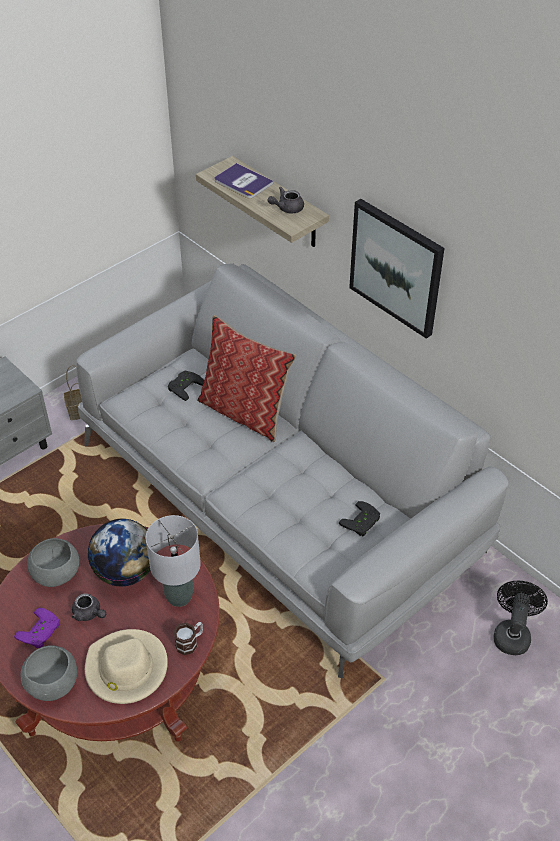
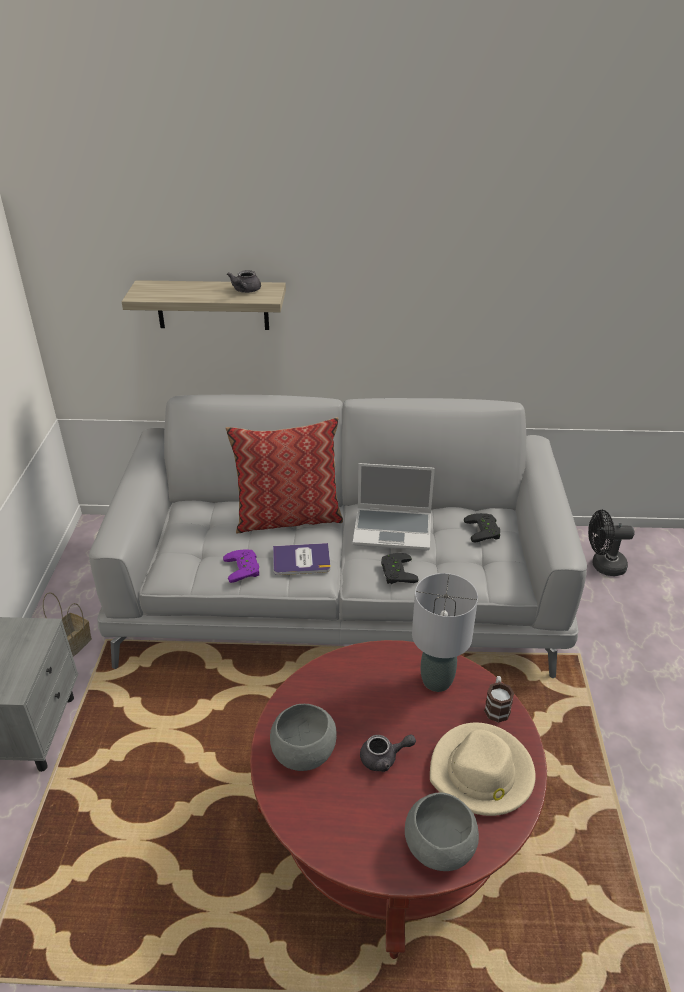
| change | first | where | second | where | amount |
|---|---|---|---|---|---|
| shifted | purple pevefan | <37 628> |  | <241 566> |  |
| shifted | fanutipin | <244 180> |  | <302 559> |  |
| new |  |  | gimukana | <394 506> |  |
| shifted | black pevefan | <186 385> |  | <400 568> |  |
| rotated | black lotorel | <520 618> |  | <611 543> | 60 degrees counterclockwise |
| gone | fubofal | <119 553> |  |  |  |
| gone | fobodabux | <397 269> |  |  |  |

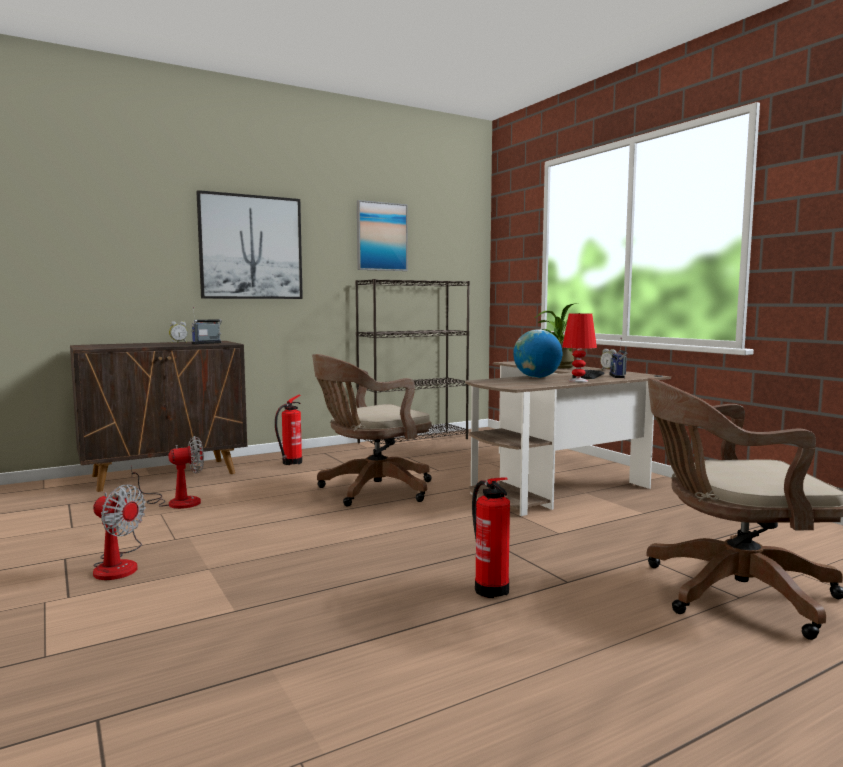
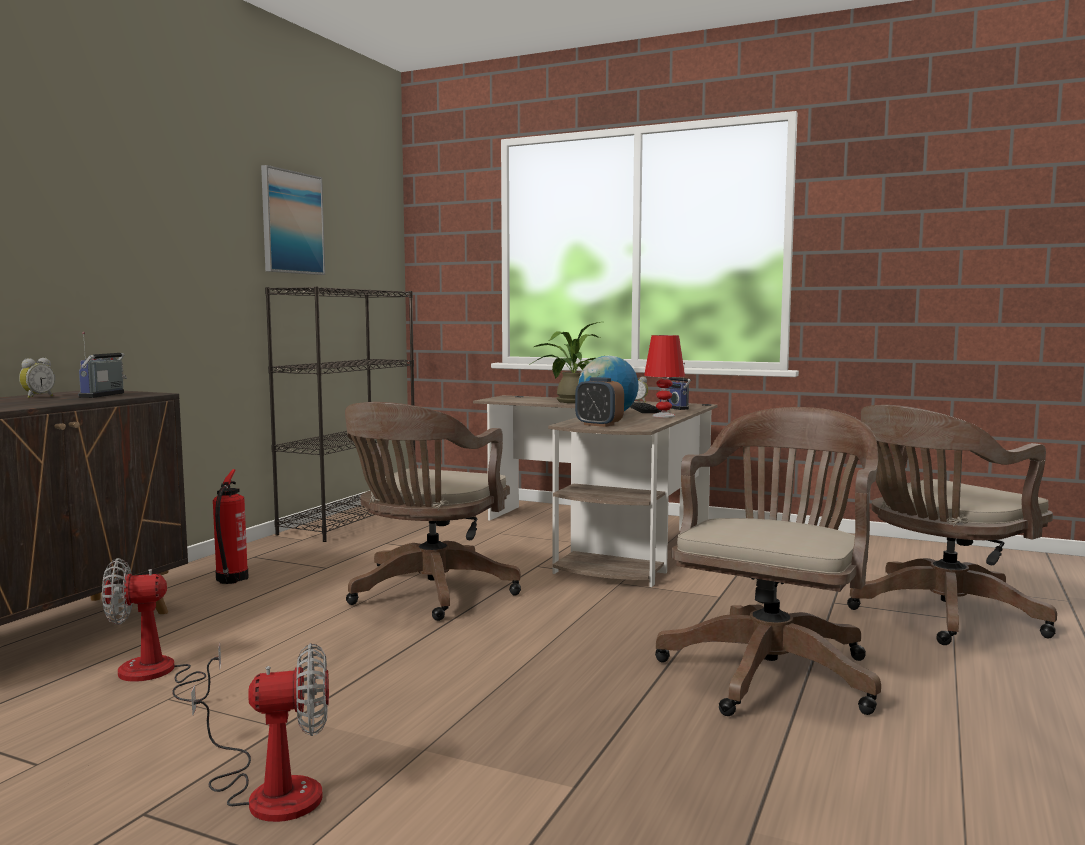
| change | first | where | second | where | amount |
|---|---|---|---|---|---|
| rotated | lotorel | <167 472> |  | <161 630> | 135 degrees counterclockwise |
| new |  |  | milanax | <599 402> |  |
| swapped | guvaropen | <491 537> | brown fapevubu | <768 561> |  |
| gone | fobodabux | <249 244> |  |  |  |

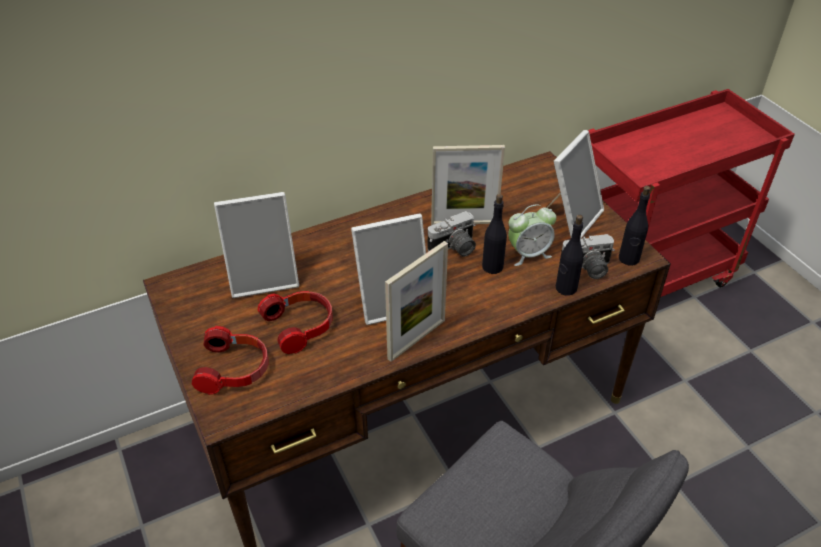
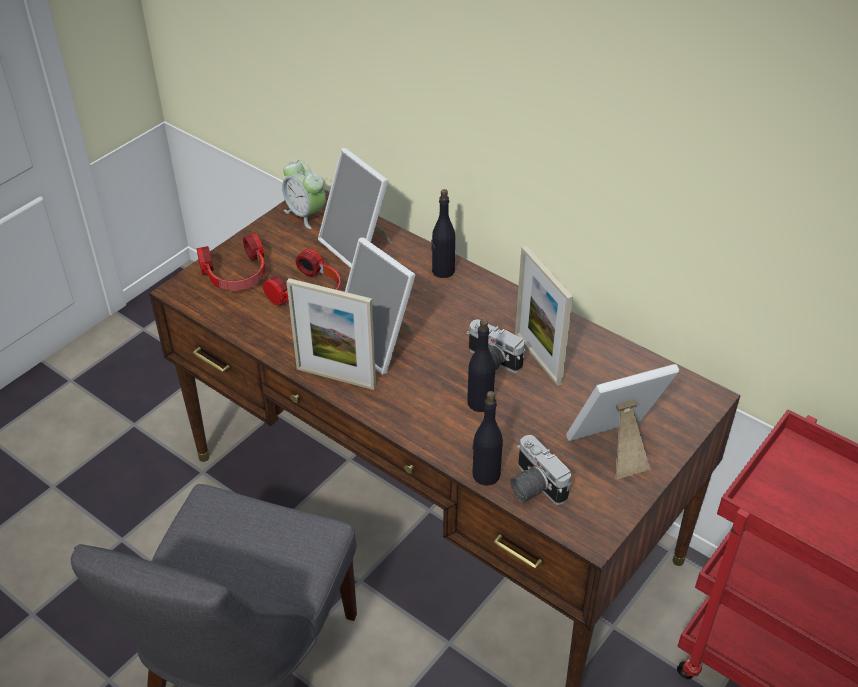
| change | first | where | second | where | amount |
|---|---|---|---|---|---|
| shifted | milanax | <532 235> |  | <304 194> |  |
| shifted | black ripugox | <635 226> |  | <443 233> |  |
| rotated | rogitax | <575 184> |  | <622 422> | 150 degrees clockwise |

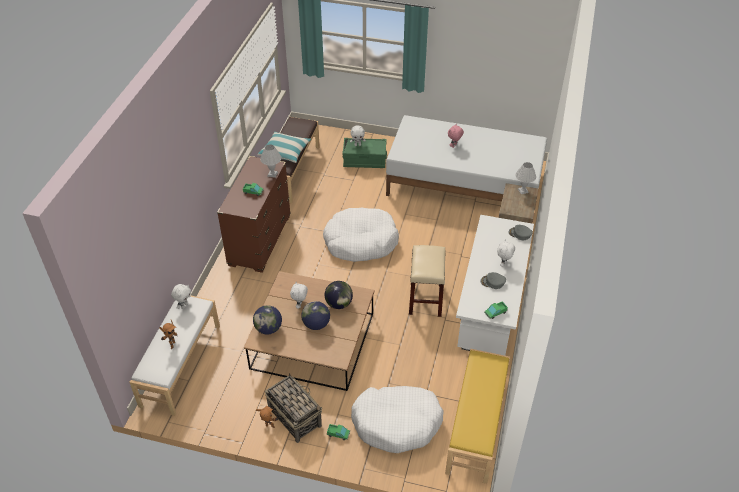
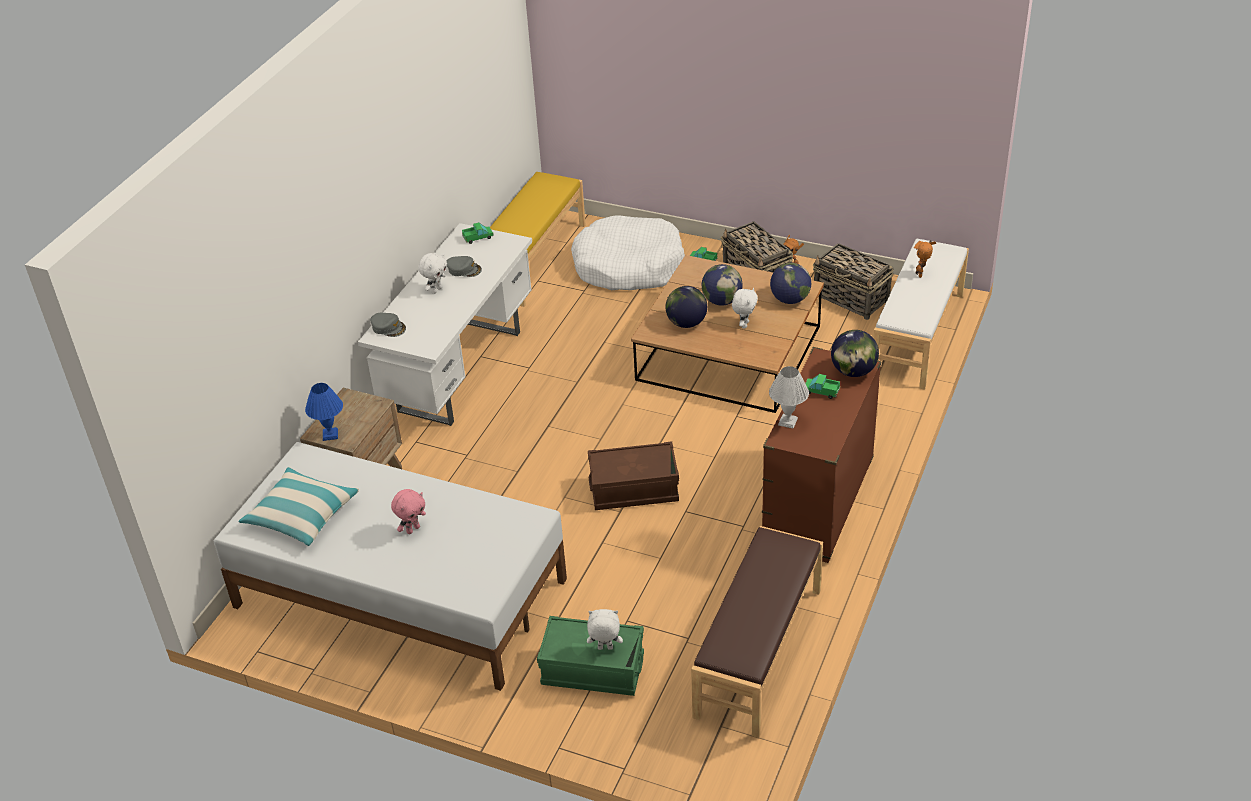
| change | first | where | second | where | amount |
|---|---|---|---|---|---|
| shifted | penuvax | <284 147> |  | <299 506> |  |
| repainted | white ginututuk | <525 178> | blue ginututuk | <324 412> |  |
| swapped | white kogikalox | <361 235> | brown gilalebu | <633 475> |  |
| new |  |  | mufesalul | <853 281> |  |
| new |  |  | fubofal | <855 353> |  |
| gone | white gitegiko | <181 296> |  |  |  |
| gone | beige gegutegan | <427 281> |  |  |  |

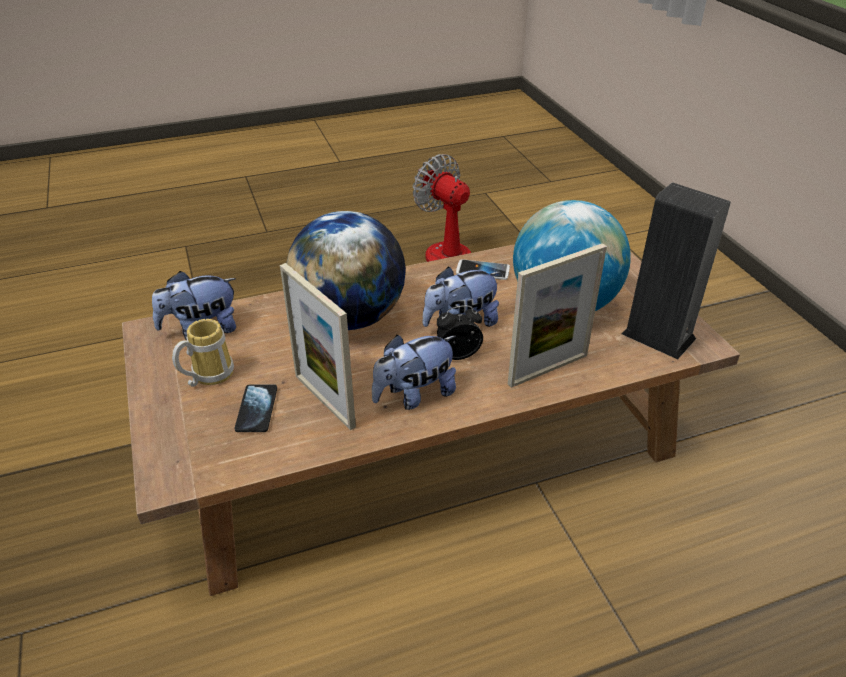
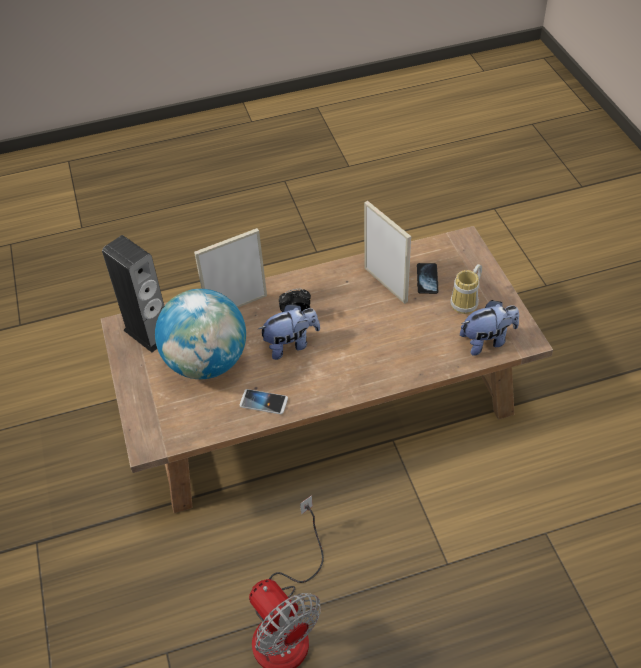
| change | first | where | second | where | amount |
|---|---|---|---|---|---|
| gone | fubofal | <346 270> |  |  |  |
| gone | gitegiko | <414 372> |  |  |  |

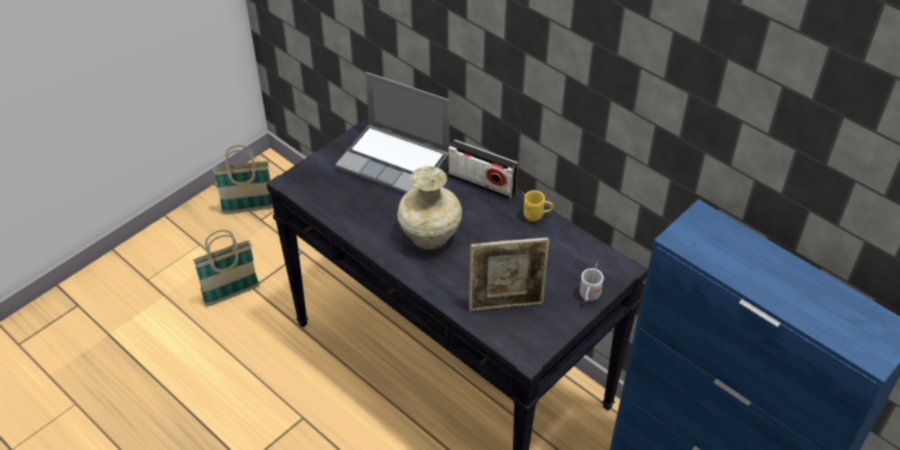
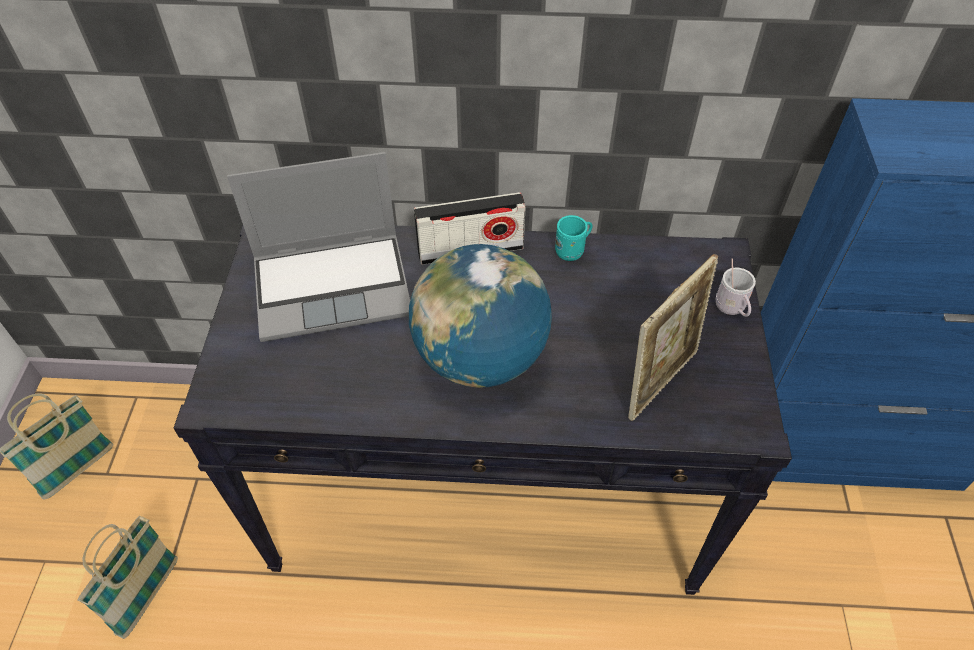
| change | first | where | second | where | amount |
|---|---|---|---|---|---|
| swapped | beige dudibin | <429 208> | fubofal | <480 316> |  |
| repainted | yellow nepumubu | <537 206> | turquoise nepumubu | <574 238> |  |

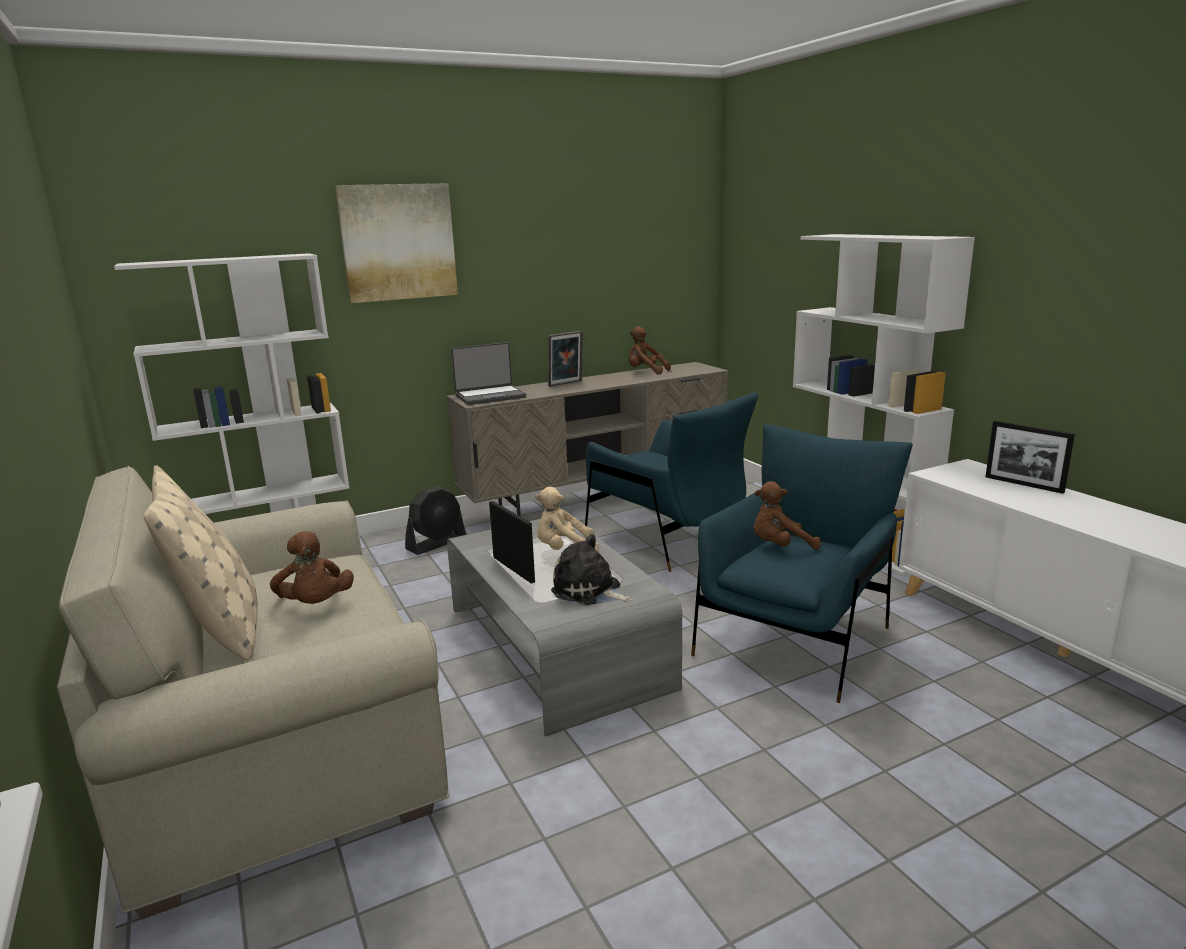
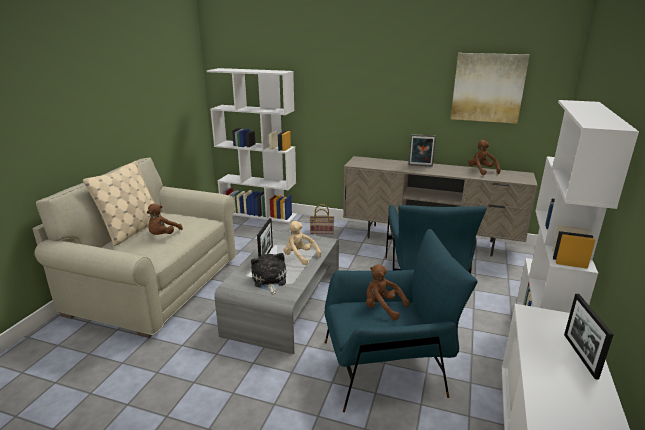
| change | first | where | second | where | amount |
|---|---|---|---|---|---|
| swapped | black lotorel | <435 520> | mufesalul | <322 219> |  |
| shifted | fobodabux | <396 243> |  | <490 88> |  |
| gone | gimukana | <488 373> |  |  |  |

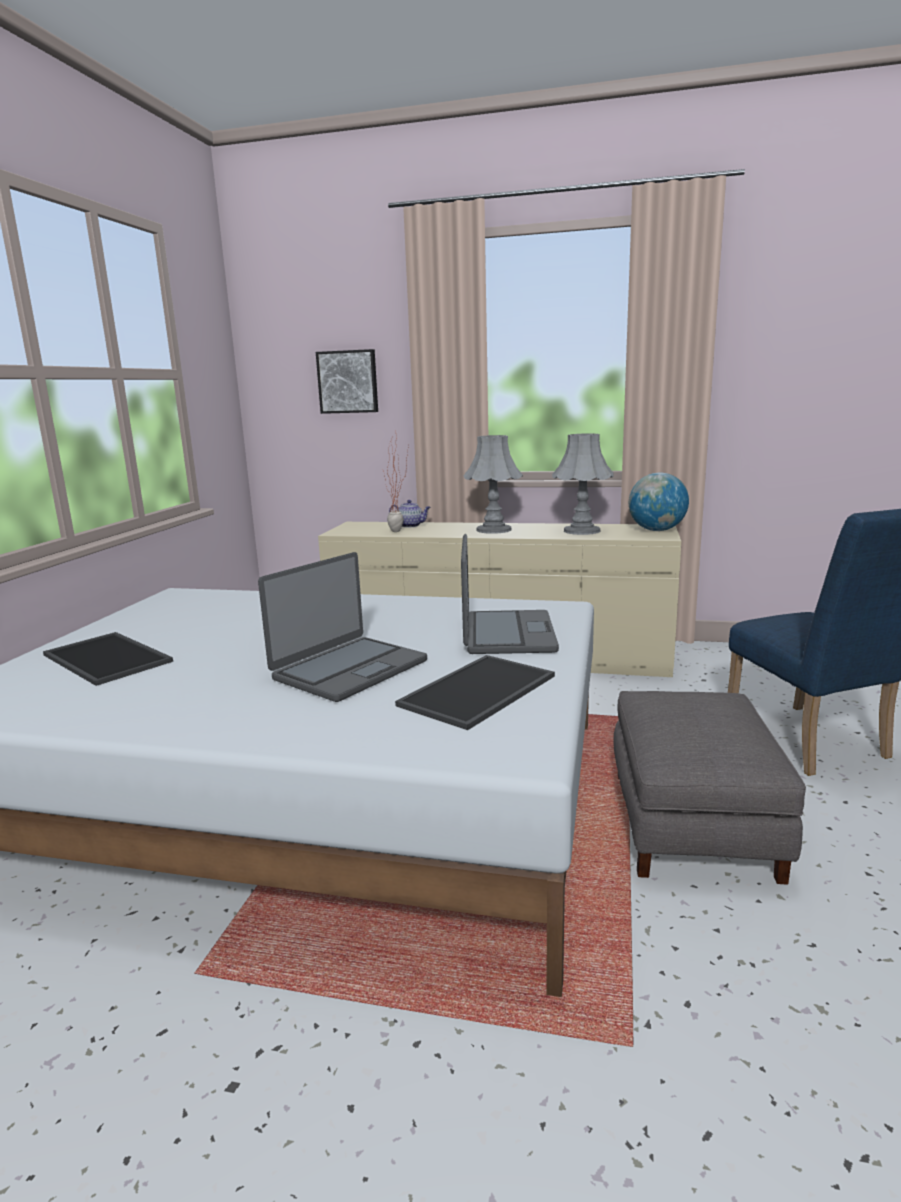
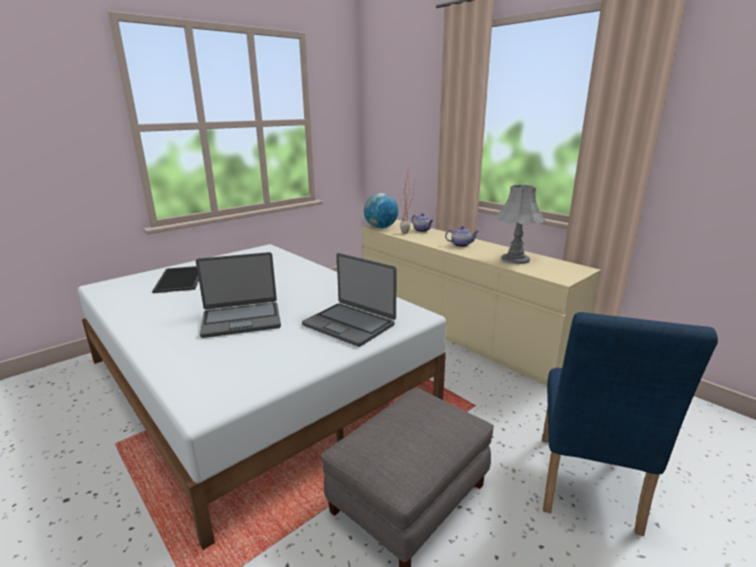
| change | first | where | second | where | amount |
|---|---|---|---|---|---|
| rotated | gimukana | <510 594> |  | <349 300> | 90 degrees clockwise |
| shifted | fubofal | <659 502> |  | <381 210> |  |
| swapped | grey ginututuk | <493 484> | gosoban | <462 236> |  |
| gone | fobodabux | <347 381> |  |  |  |
| gone | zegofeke | <475 692> |  |  |  |

